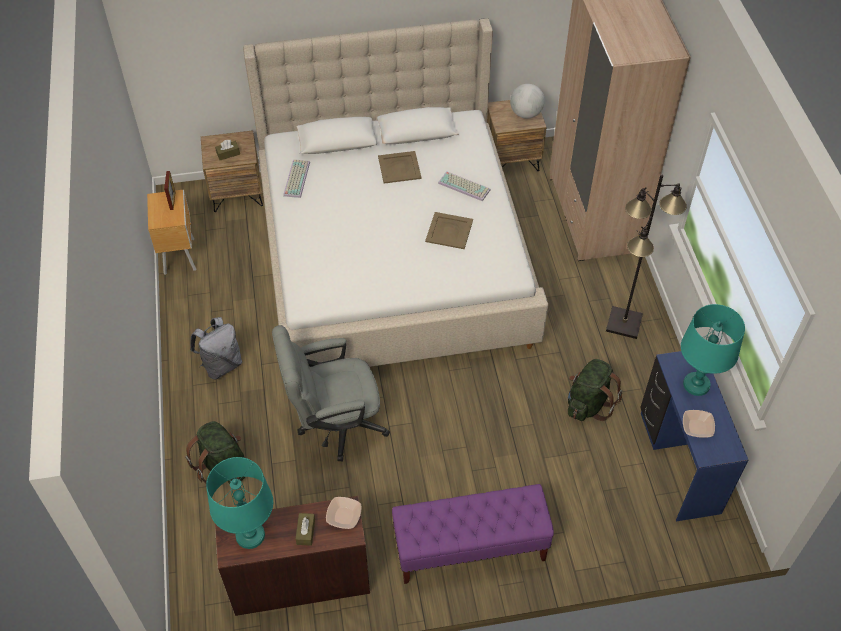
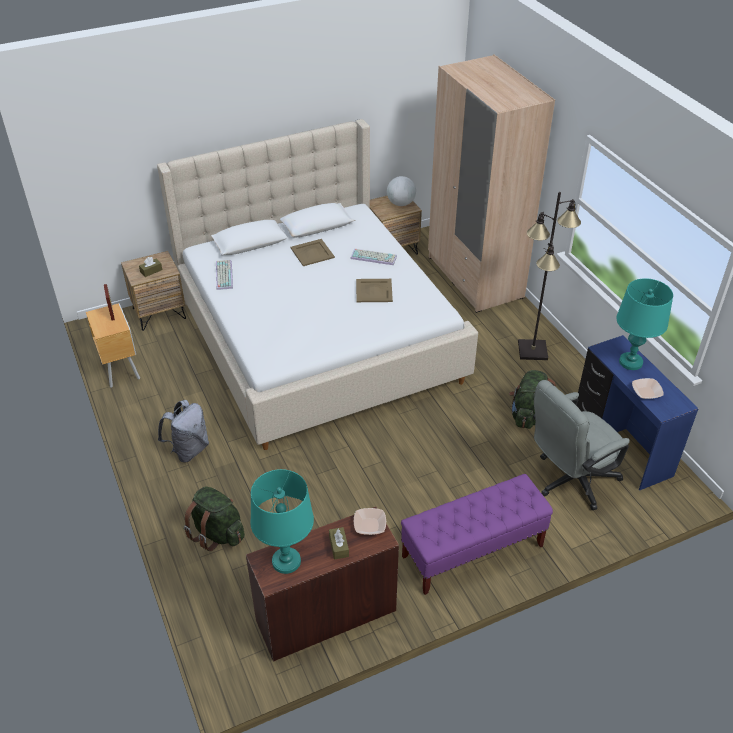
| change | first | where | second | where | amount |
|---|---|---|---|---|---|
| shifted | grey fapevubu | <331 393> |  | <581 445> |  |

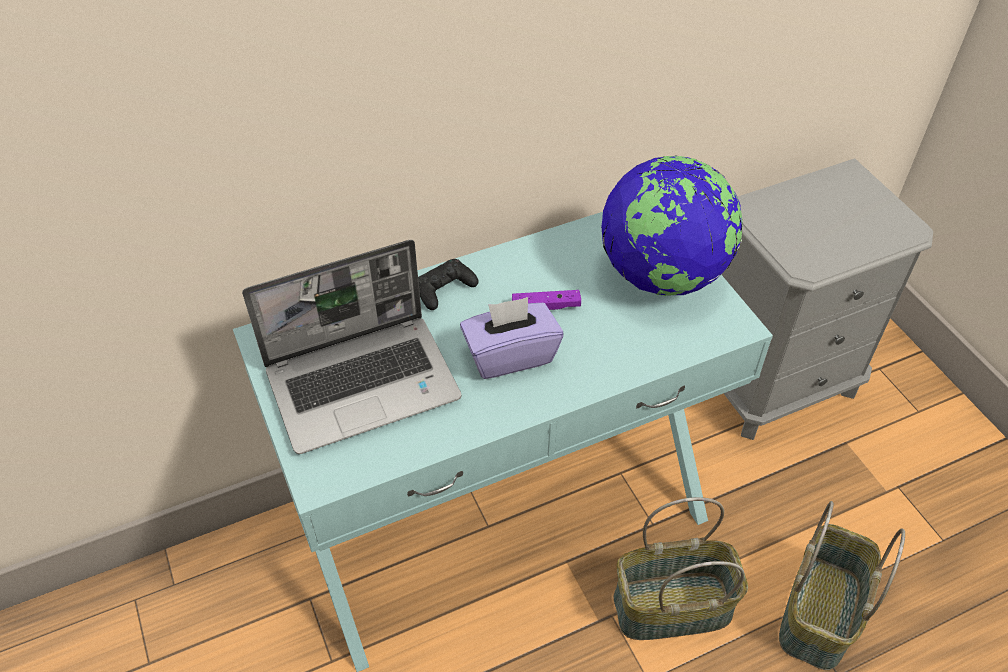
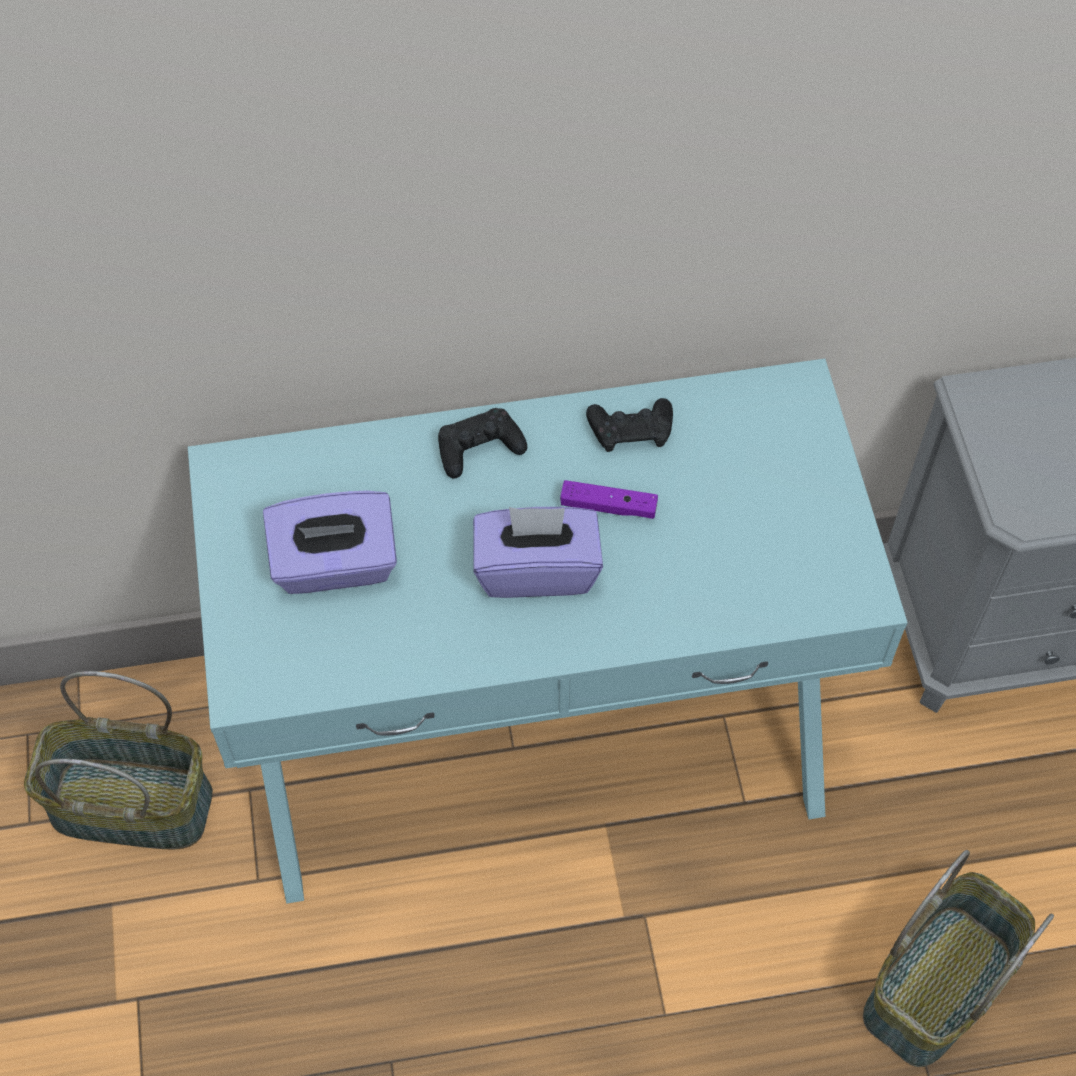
| change | first | where | second | where | amount |
|---|---|---|---|---|---|
| shifted | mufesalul | <680 568> |  | <118 760> |  |
| swapped | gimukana | <352 347> | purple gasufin | <330 542> |  |
| new |  |  | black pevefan | <629 425> |  |
| gone | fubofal | <672 225> |  |  |  |

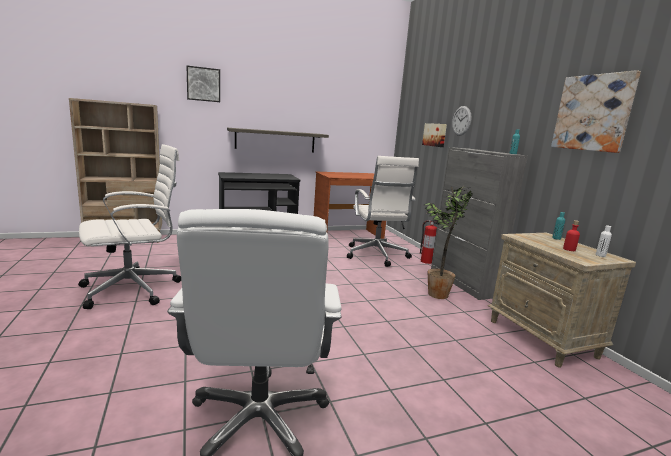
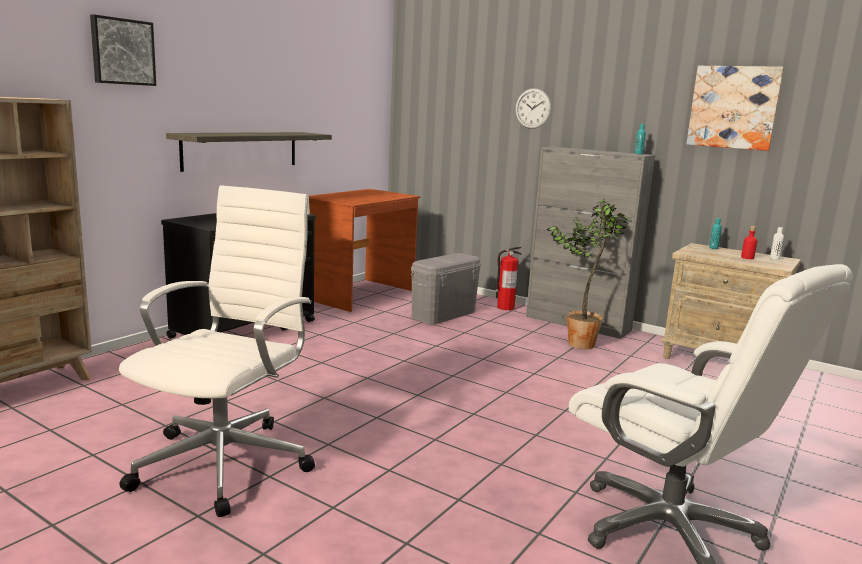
| change | first | where | second | where | amount |
|---|---|---|---|---|---|
| swapped | white fapevubu | <383 211> | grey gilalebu | <446 288> |  |
| gone | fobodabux | <434 135> |  |  |  |

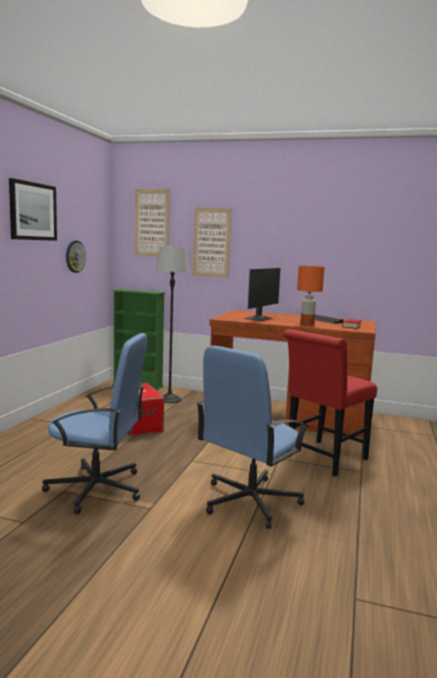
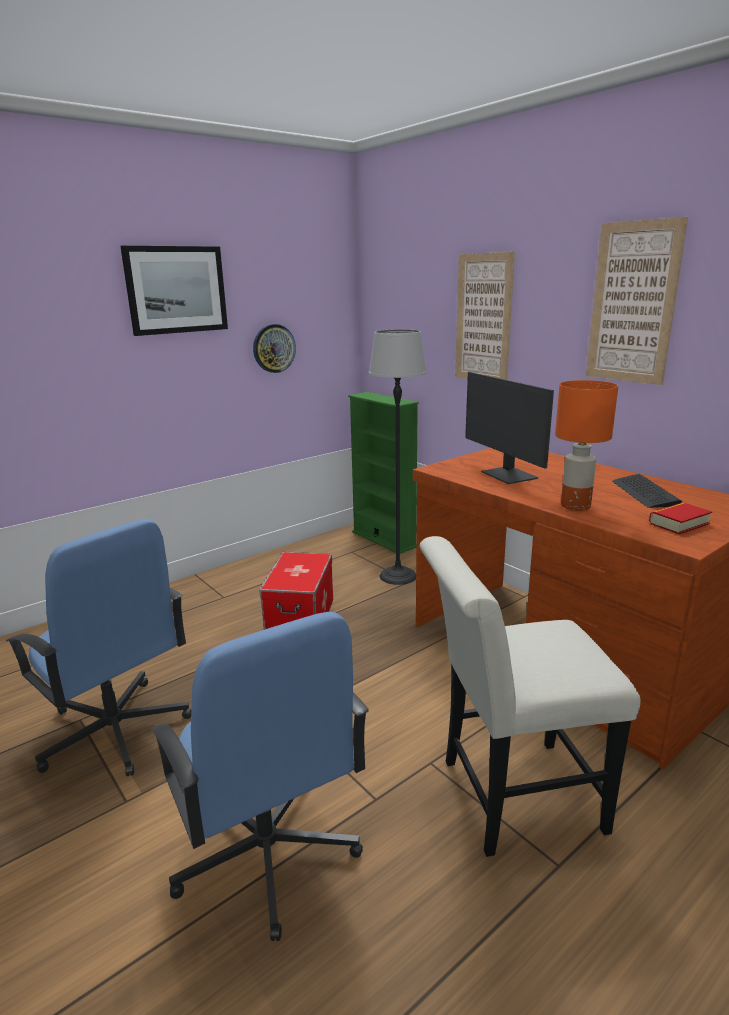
| change | first | where | second | where | amount |
|---|---|---|---|---|---|
| rotated | blue fapevubu | <252 437> |  | <259 776> | 105 degrees counterclockwise |
| repainted | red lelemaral | <330 402> | white lelemaral | <530 696> |  |
| rotated | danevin | <263 294> |  | <509 428> | 90 degrees clockwise |
| shifted | fobodabux | <152 223> |  | <637 301> |  |

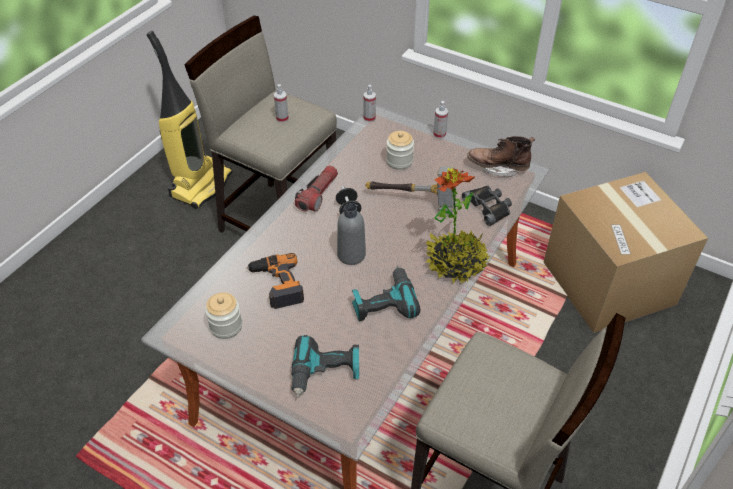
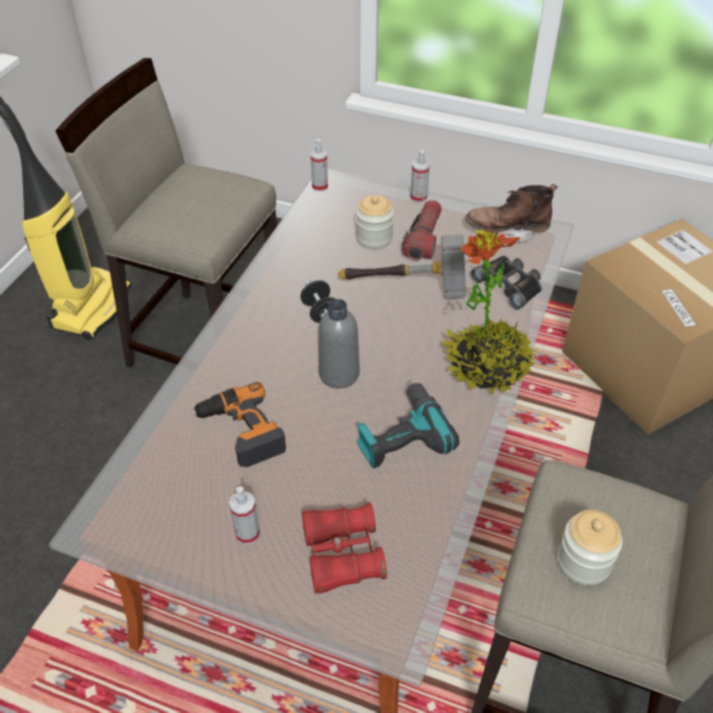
| change | first | where | second | where | amount |
|---|---|---|---|---|---|
| shifted | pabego | <281 103> |  | <244 515> |  |
| swapped | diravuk | <325 366> | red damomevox | <344 548> |  |
| shifted | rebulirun | <316 188> |  | <422 230> |  |
| shifted | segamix | <223 315> |  | <590 548> |  |

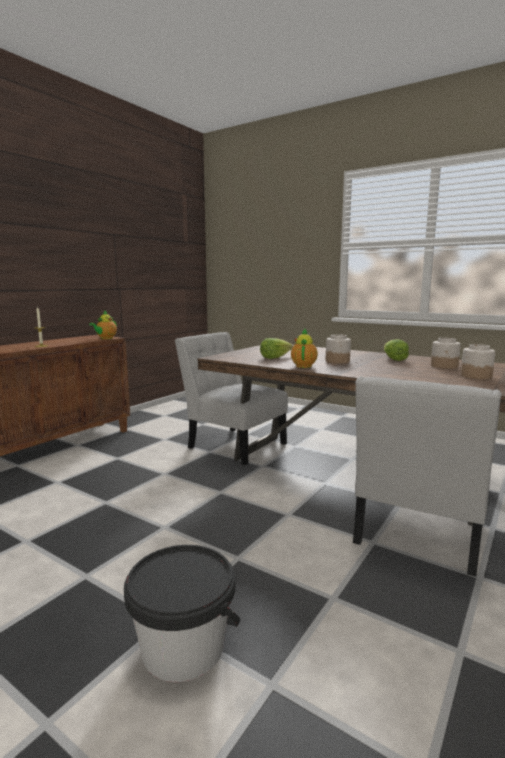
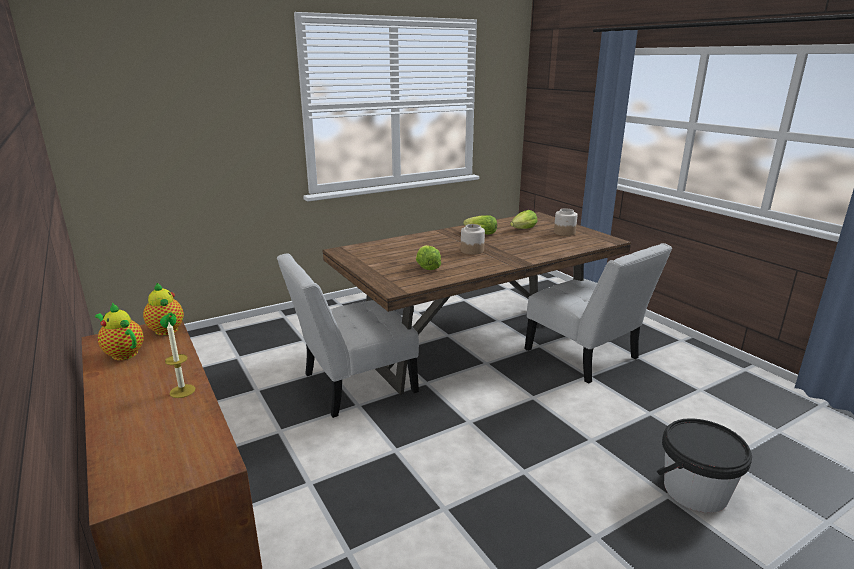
| change | first | where | second | where | amount |
|---|---|---|---|---|---|
| shifted | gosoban | <304 348> |  | <119 331> |  |
| swapped | segamix | <446 353> | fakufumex | <523 219> |  |

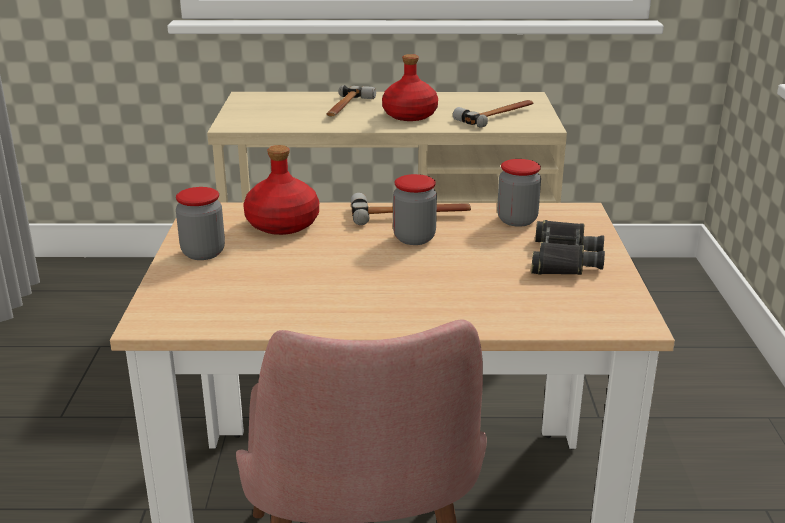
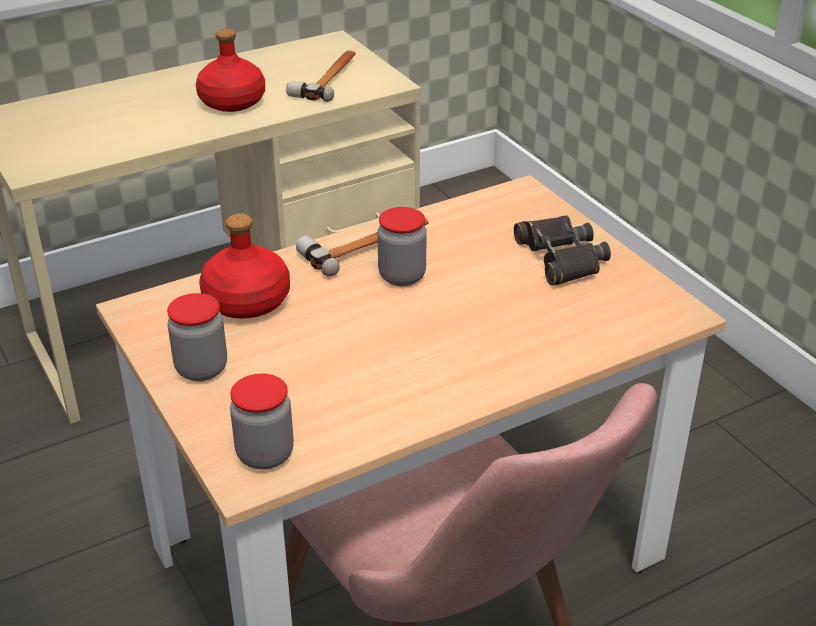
| change | first | where | second | where | amount |
|---|---|---|---|---|---|
| shifted | segamix | <519 193> |  | <262 422> |  |
| gone | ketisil | <351 100> |  |  |  |

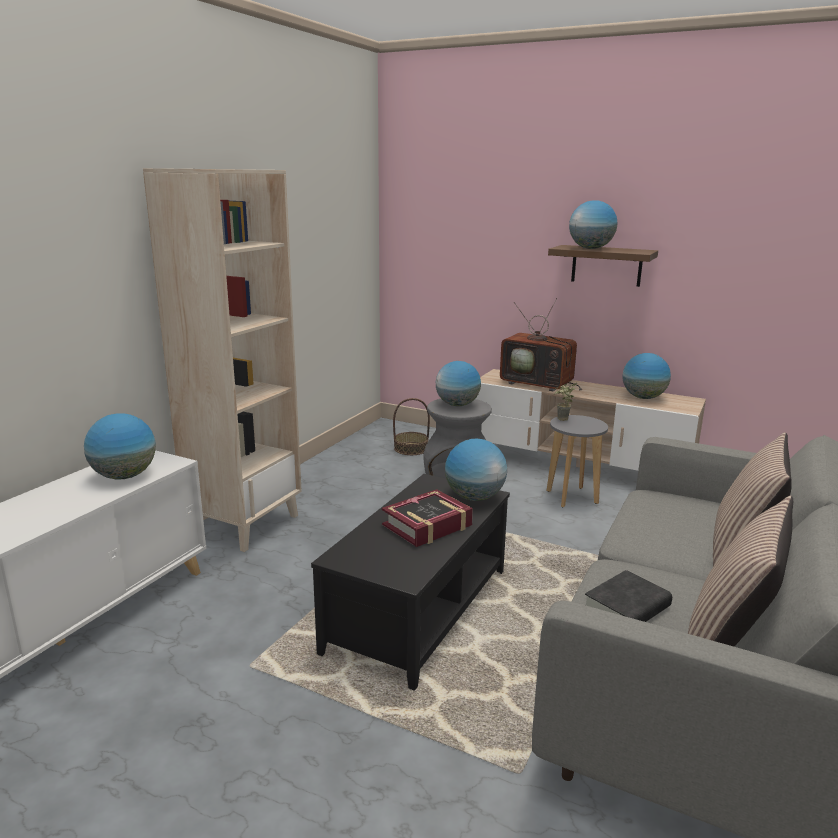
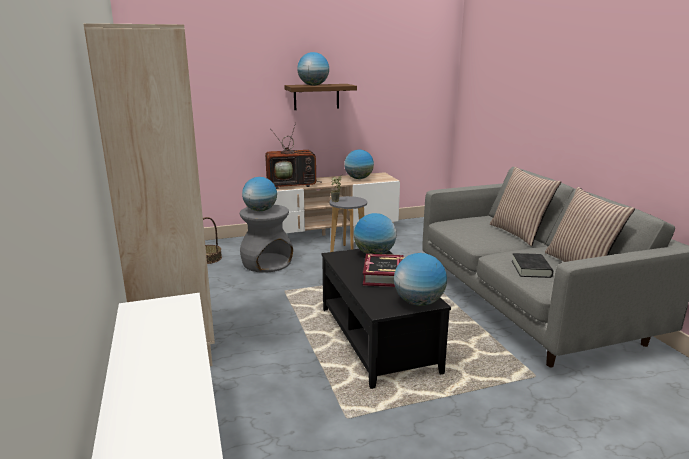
| change | first | where | second | where | amount |
|---|---|---|---|---|---|
| shifted | fubofal | <120 446> |  | <420 279> |  |

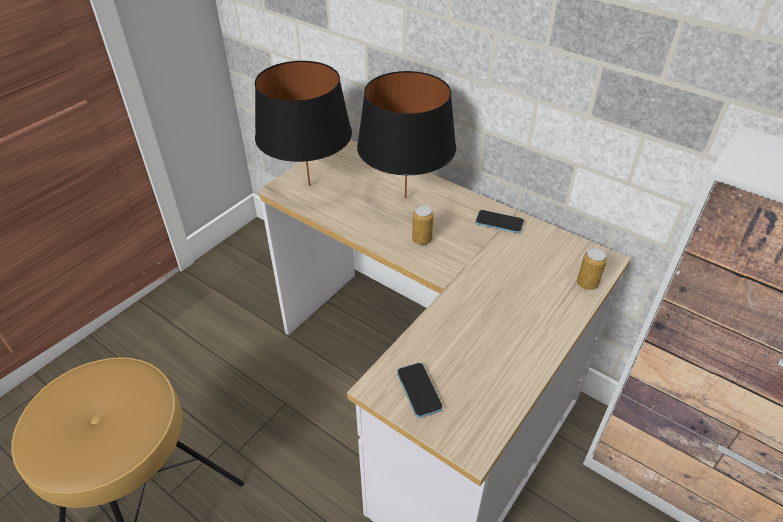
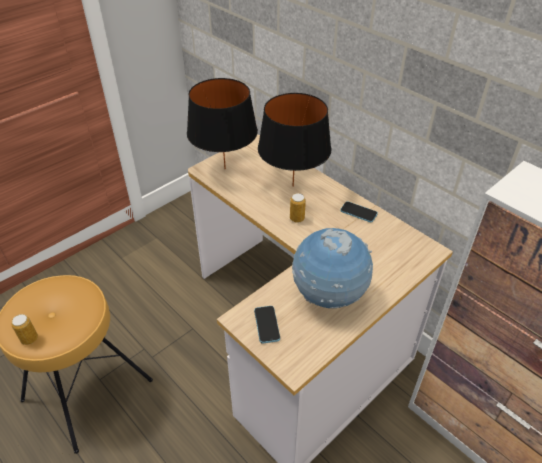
| change | first | where | second | where | amount |
|---|---|---|---|---|---|
| shifted | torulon | <592 269> |  | <24 329> |  |
| new |  |  | fubofal | <332 268> |  |

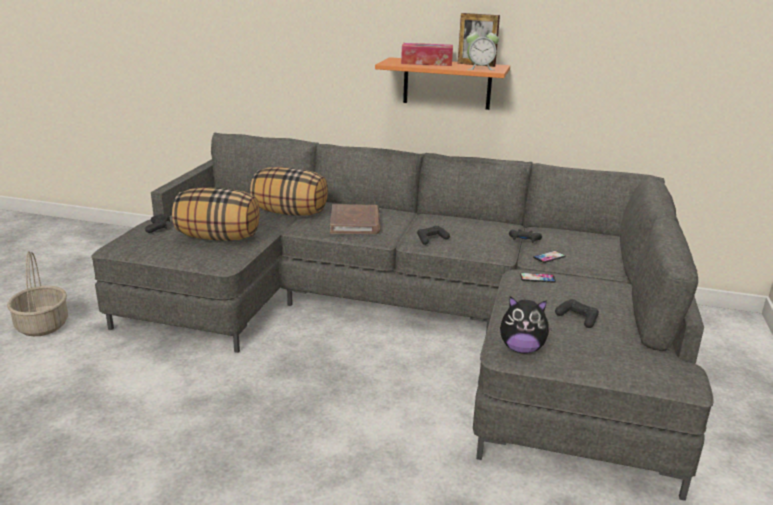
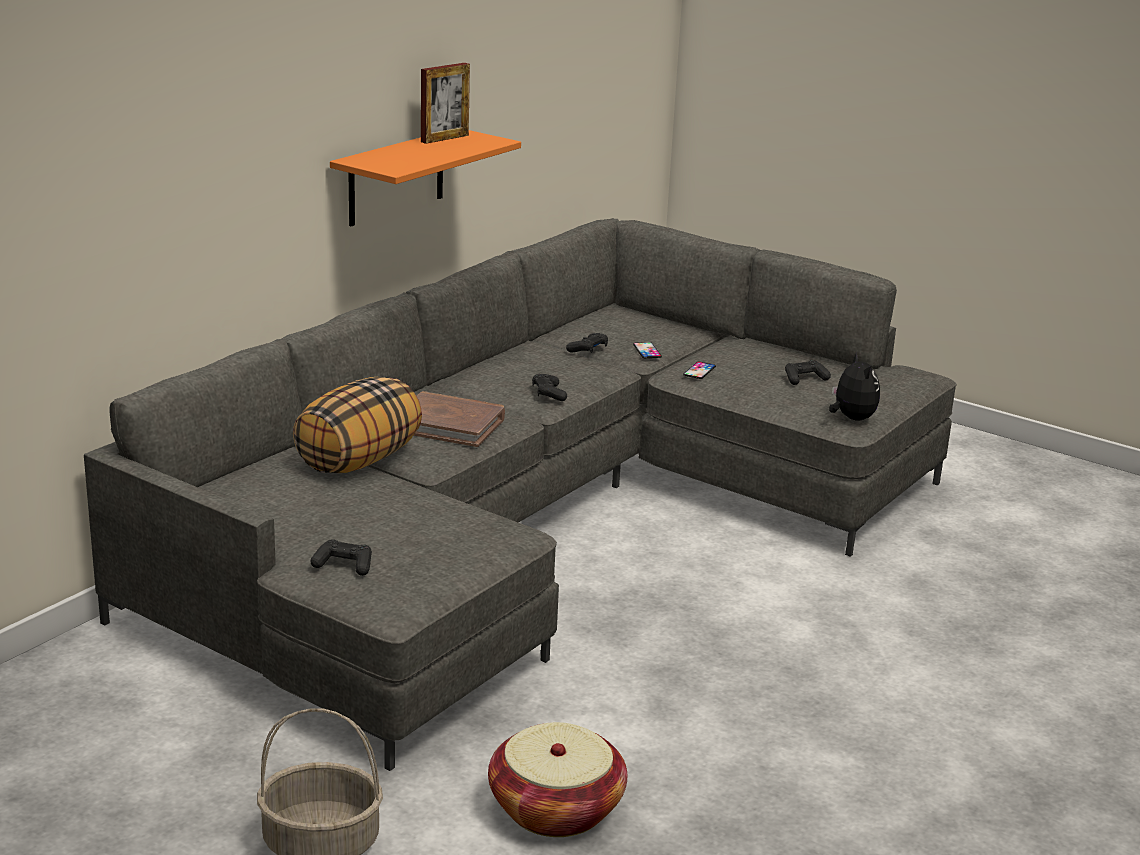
| change | first | where | second | where | amount |
|---|---|---|---|---|---|
| new |  |  | mufesalul | <557 779> |  |
| rotated | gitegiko | <526 324> |  | <854 386> | 45 degrees counterclockwise |
| gone | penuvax | <216 214> |  |  |  |
| gone | gasufin | <427 54> |  |  |  |
| gone | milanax | <482 48> |  |  |  |

